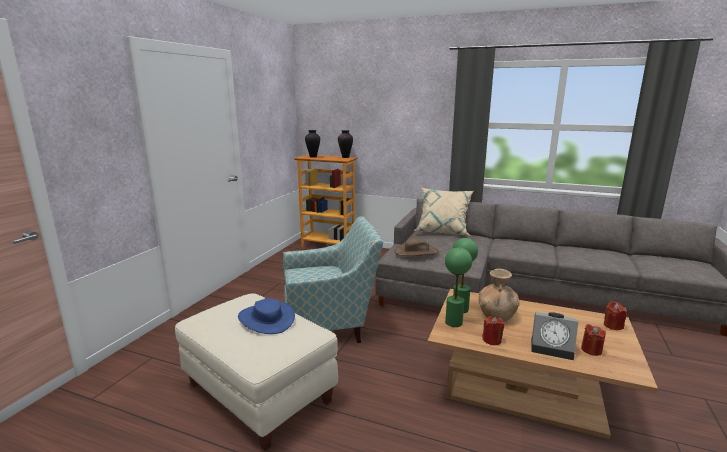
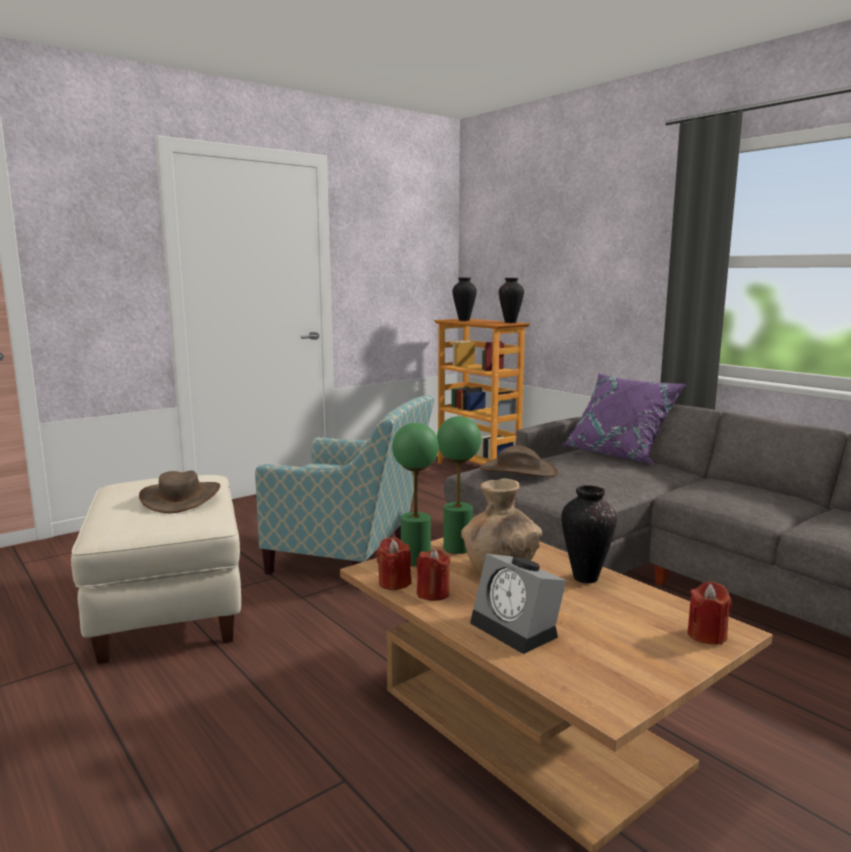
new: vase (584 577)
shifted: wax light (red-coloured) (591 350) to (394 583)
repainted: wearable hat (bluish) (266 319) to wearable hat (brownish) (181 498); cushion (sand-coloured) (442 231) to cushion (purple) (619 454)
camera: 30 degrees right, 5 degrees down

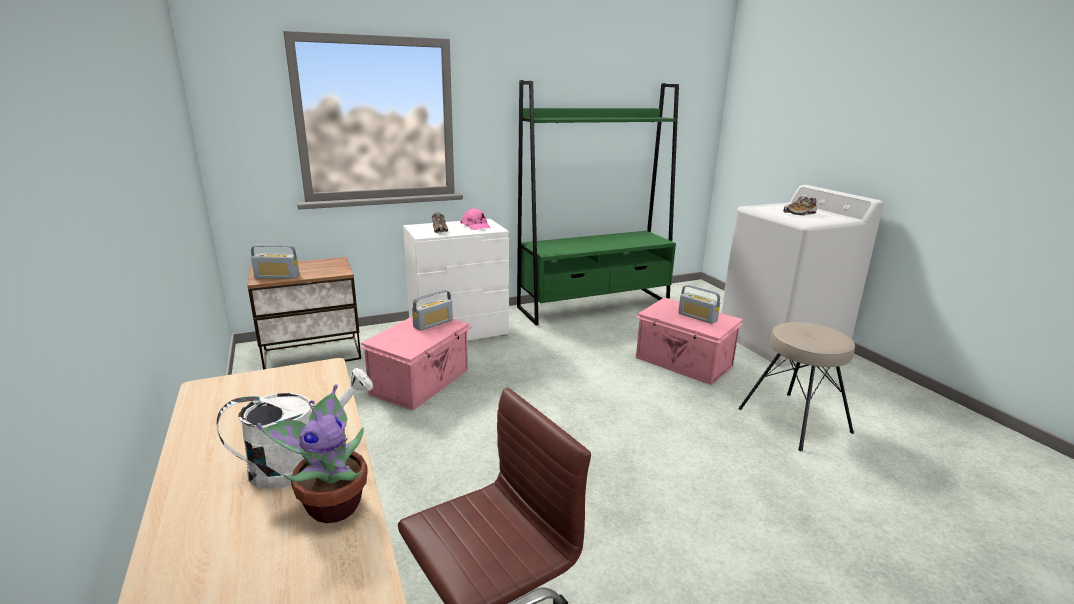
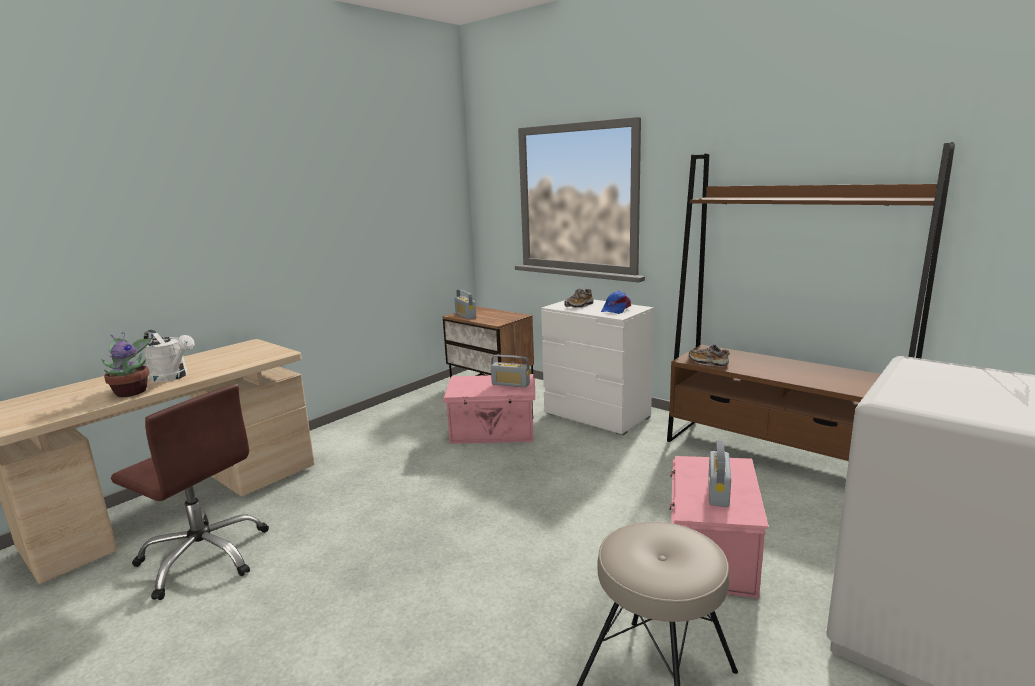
shifted: shoe (799 214) to (708 363)
repainted: cap (pink-coloured) (475 226) to cap (bluish) (615 309); bookshelf (green) (594 306) to bookshelf (brownish) (777 456)
camera: 65 degrees right, 5 degrees down

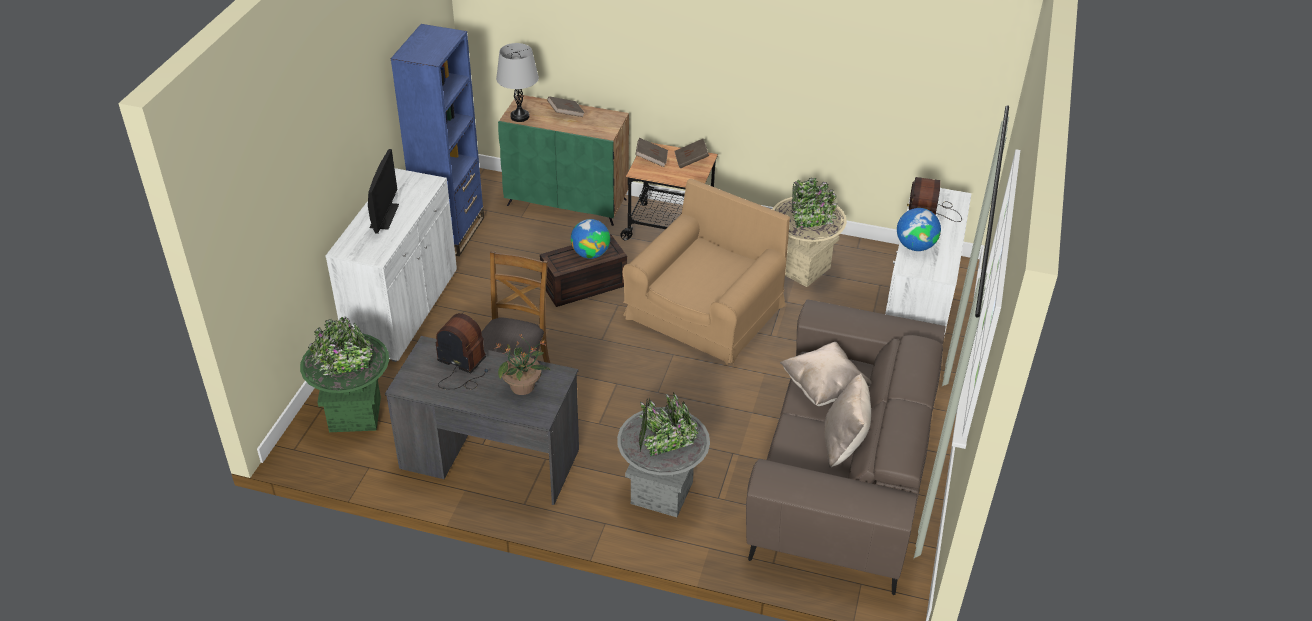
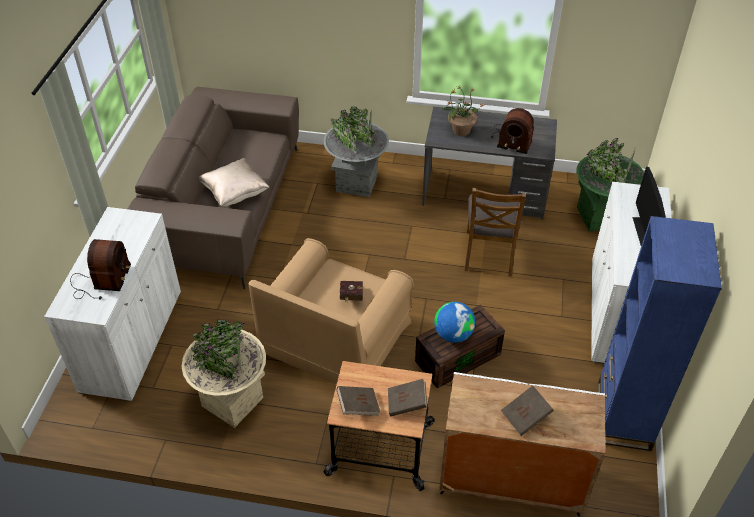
gone: lamp for a table (greyish) (519 116); cushion (sand-coloured) (843 443); globe (915 246)
new: volume (red-coloured) (351 298)
repainted: cabinet (green) (567 202) to cabinet (white-coloured) (510 480)
camera: 175 degrees right, 5 degrees up

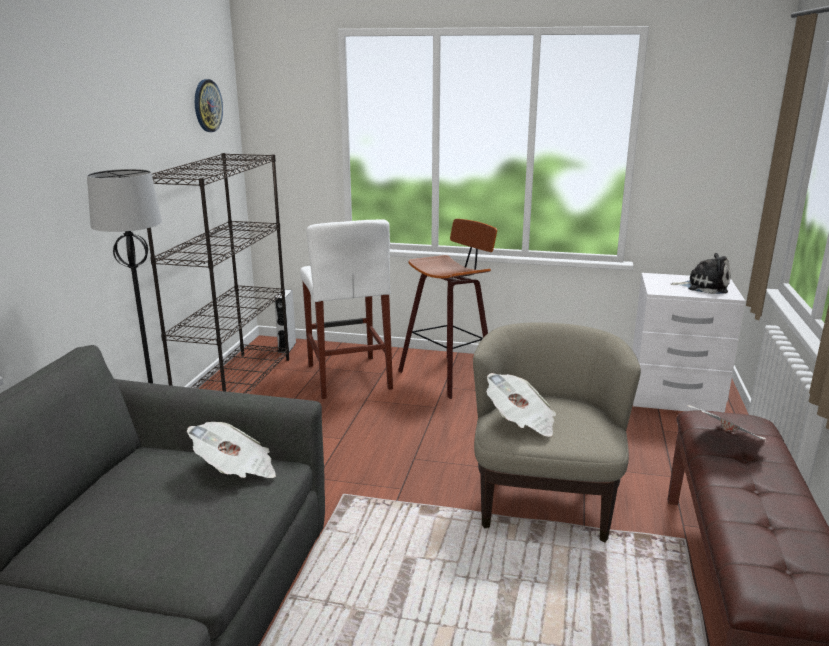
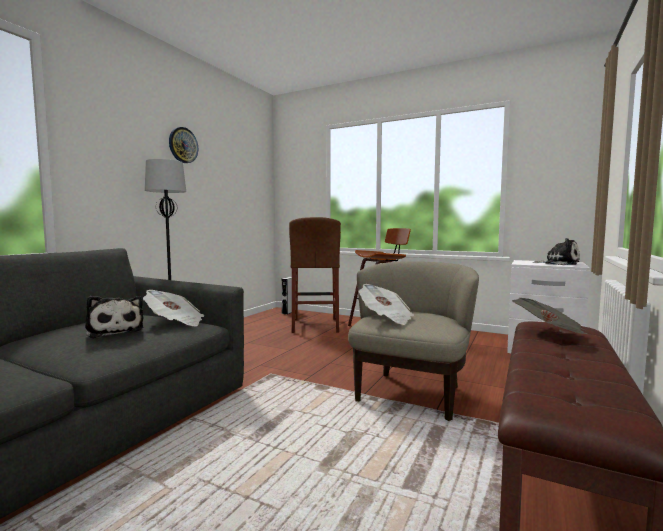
gone: bookshelf (blackish) (235 385)
new: plush toy (115 331)
shifted: clock on the wall (207 105) to (183 145)
repainted: stool (white-coloured) (348 376) to stool (brownish) (315 325)
camera: 15 degrees right, 15 degrees down

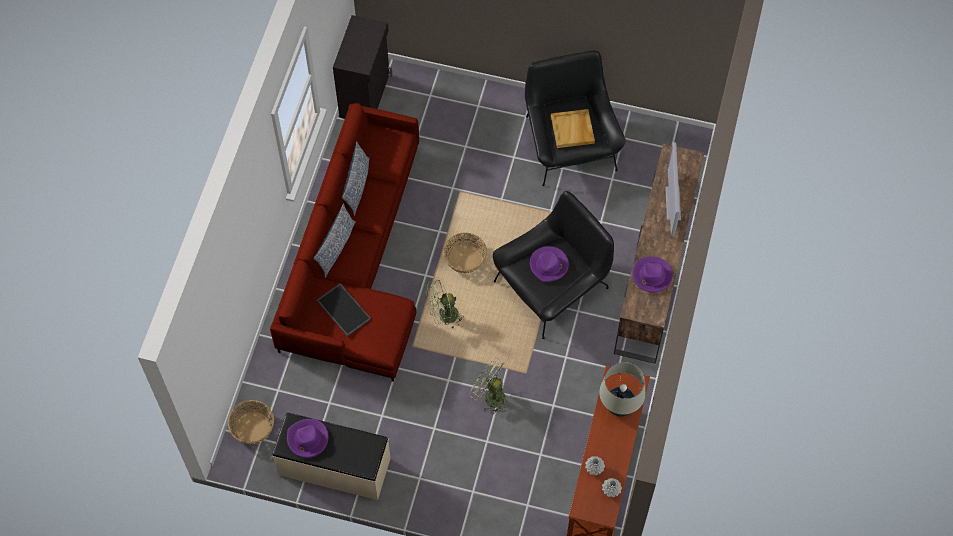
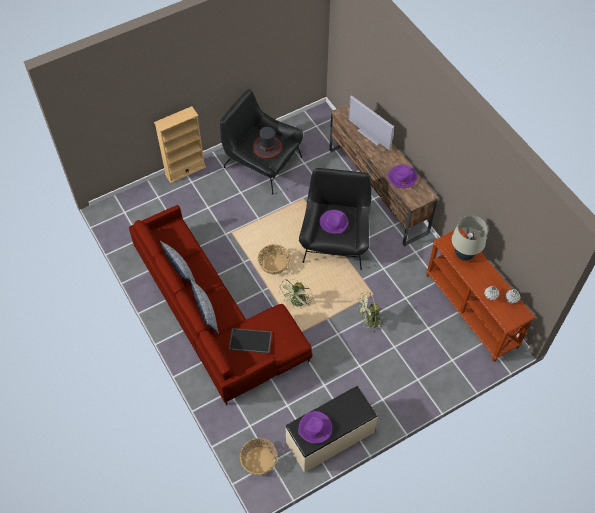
gone: cabinet (blackish) (366 95)
new: bookshelf (sand-coloured) (185 170)
swapped: tray (sand-coloured) (573 130) to wearable hat (267 147)
camera: 45 degrees left, 5 degrees down

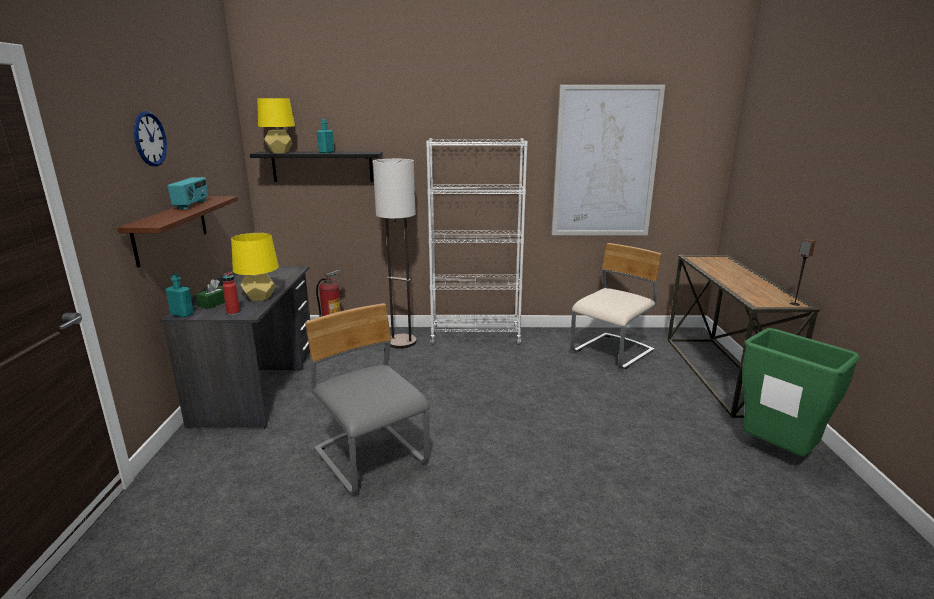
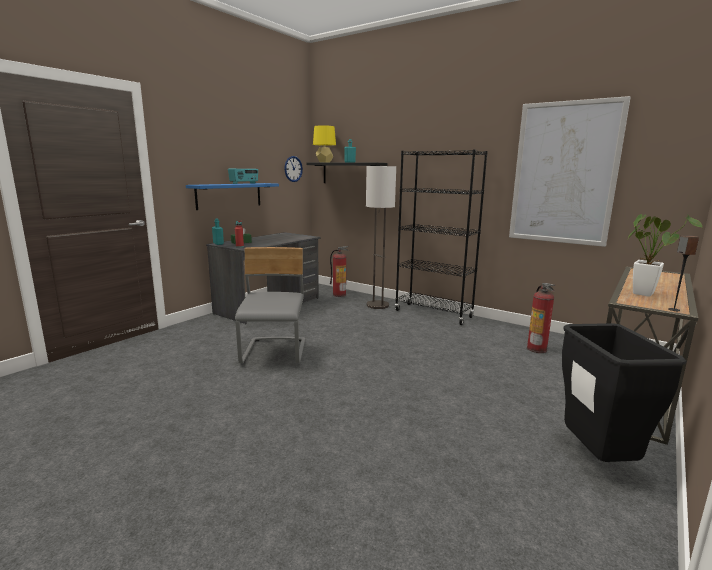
gone: lamp for a table (yellowish) (260 298)
new: potted plant (644 293)
shifted: clock on the wall (150 139) to (293 169)
swapped: upright chair (sand-coloured) (613 352) to fire extinguisher (537 349)
repainted: shelf (brownish) (171 229) to shelf (bluish) (229 195); bookshelf (white-coloured) (475 337) to bookshelf (blackish) (433 314); trash can (green) (775 452) to trash can (blackish) (596 458)
camera: 35 degrees right, 5 degrees down

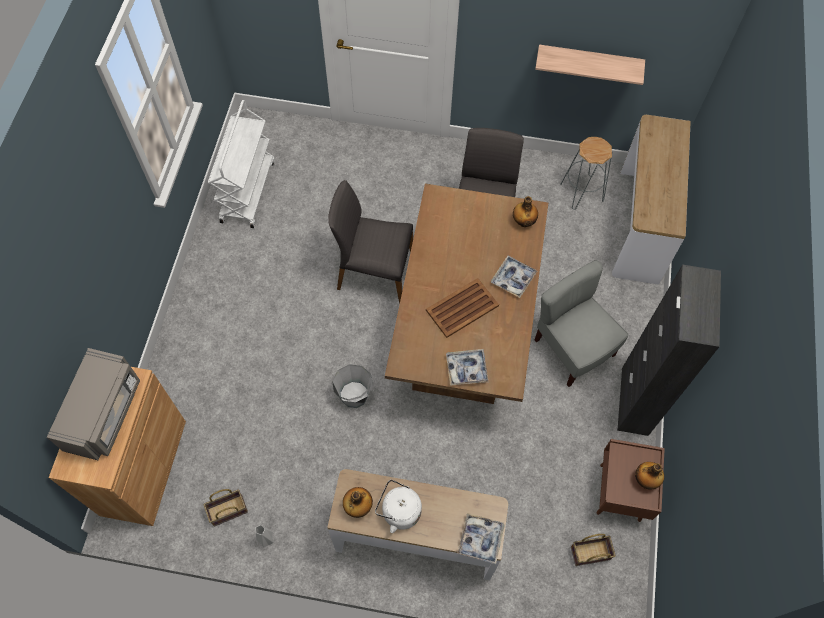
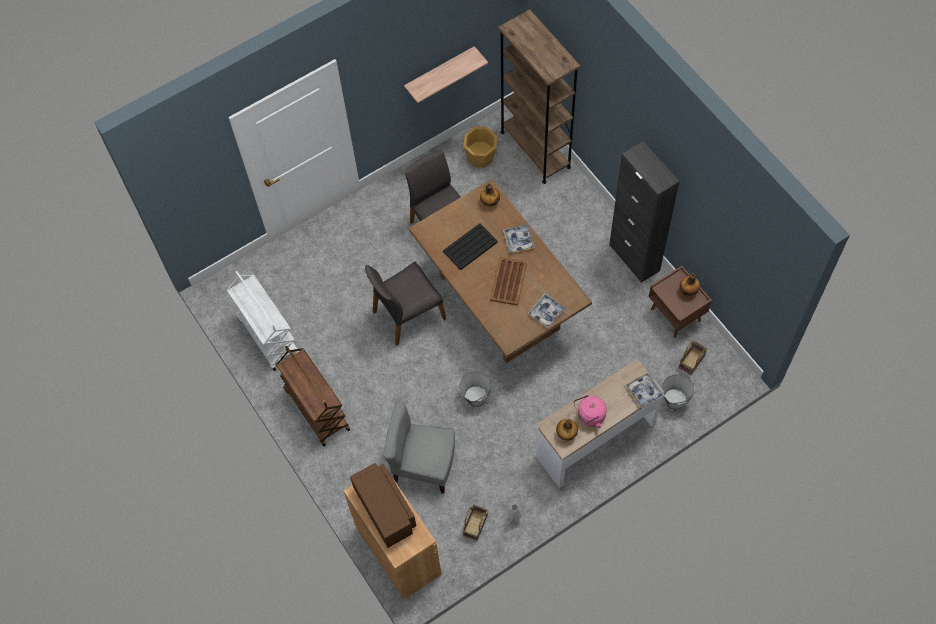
new: wheeled cart (brownish) (316 409); tray (blackish) (469 247); pail (greyish) (675 400)
shifted: upright chair (greyish) (572 348) to (423 465)
swapped: stool (greyish) (581 192) to pail (orange) (480 157); console table (639 225) to bookshelf (brownish) (535 149)
repainted: kitchen microwave (greyish) (104 413) to kitchen microwave (brownish) (385 510); tea kettle (white-coloured) (398 511) to tea kettle (pink-coloured) (589 417)
camera: 40 degrees left, 0 degrees up

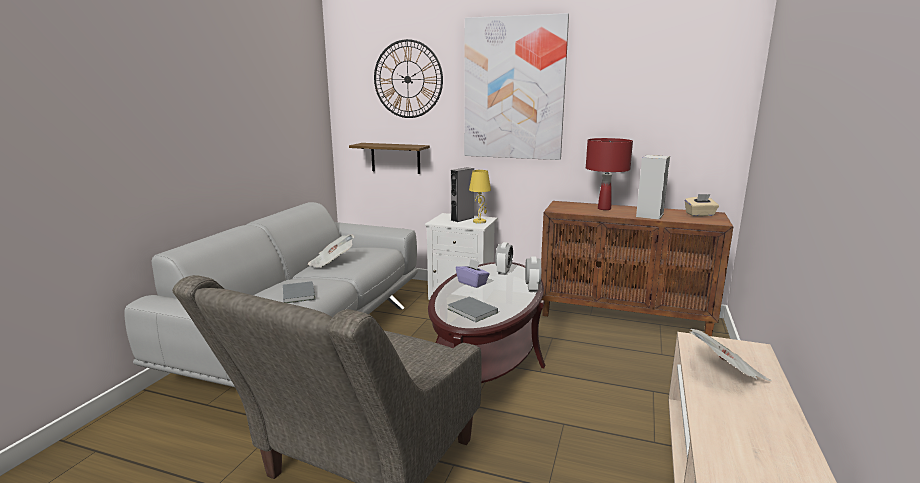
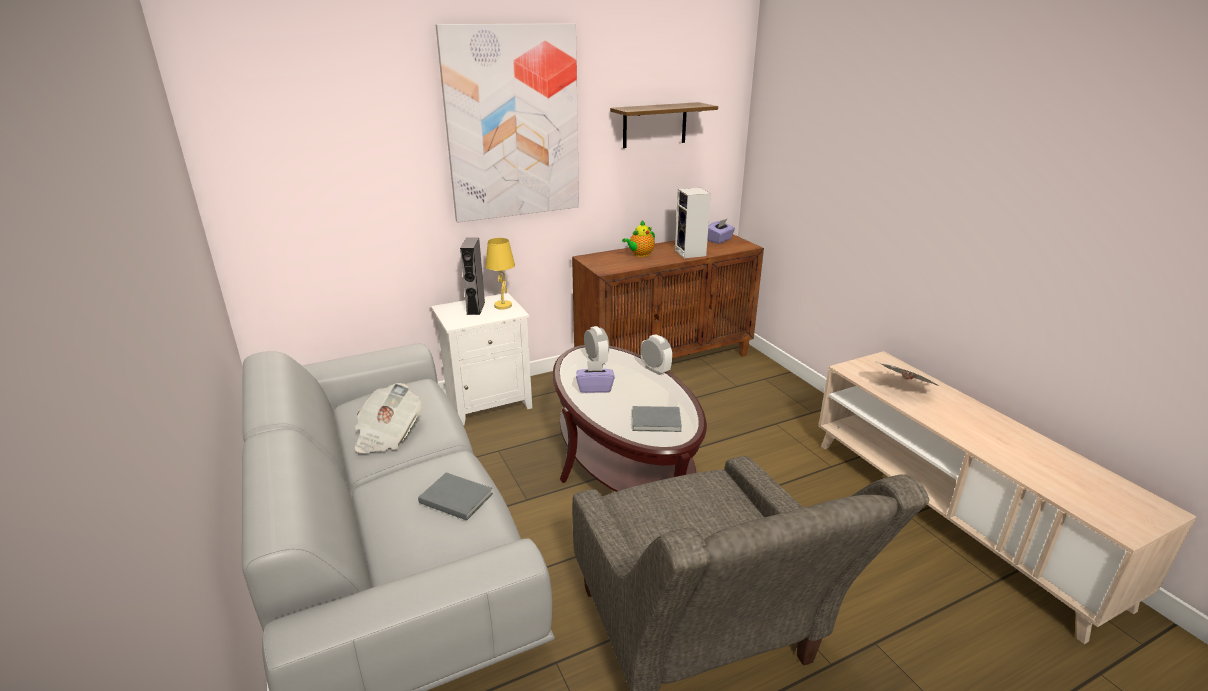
gone: clock on the wall (407 79)
shifted: shelf (395 158) to (654 125)
swapped: lamp for a table (red-coloured) (604 209) to tea pot (640 255)
repainted: tissue box (sand-coloured) (700 214) to tissue box (purple) (719 240)
camera: 45 degrees left, 10 degrees up

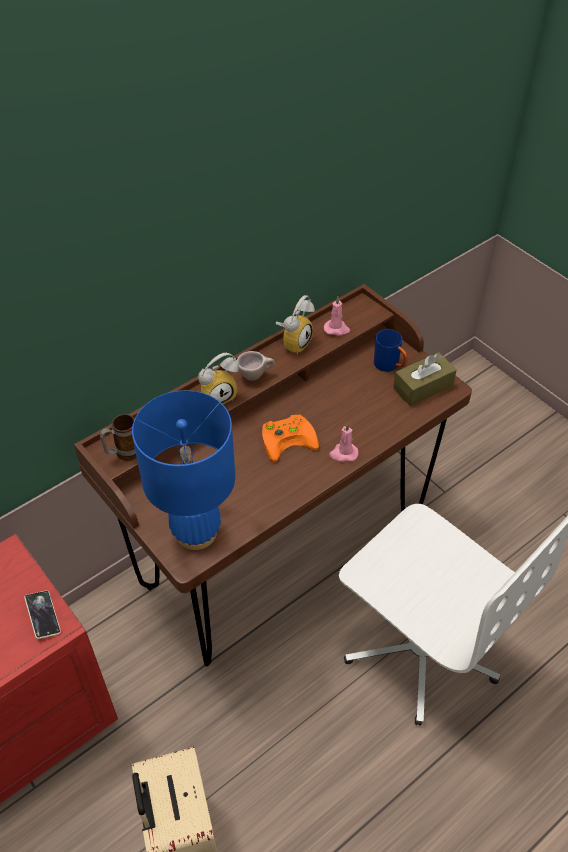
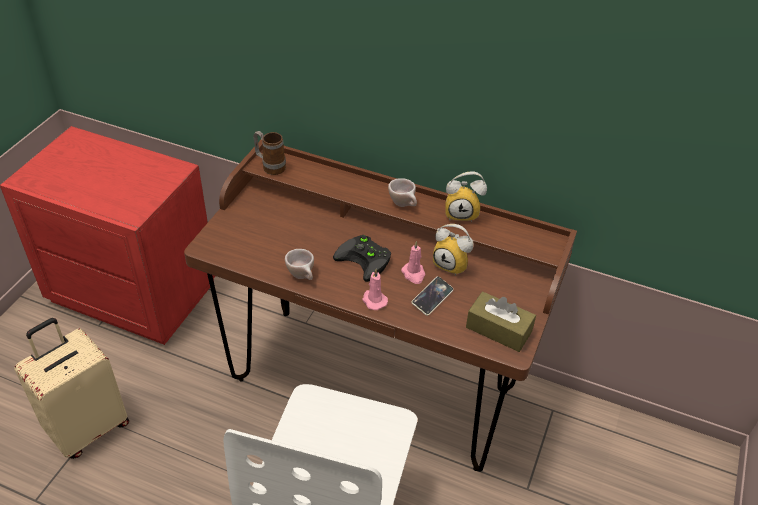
gone: lamp for a table (bluish) (196 532); mug (bluish) (390 366)
new: drinking cup (sand-coloured) (303 276)
shifted: handset (43 616) to (432 298); table clock (218 395) to (453 264); wax light (pink-coloured) (337 329) to (414 274)
repainted: joypad (orange) (289 438) to joypad (blackish) (366 260)
camera: 60 degrees right, 5 degrees down

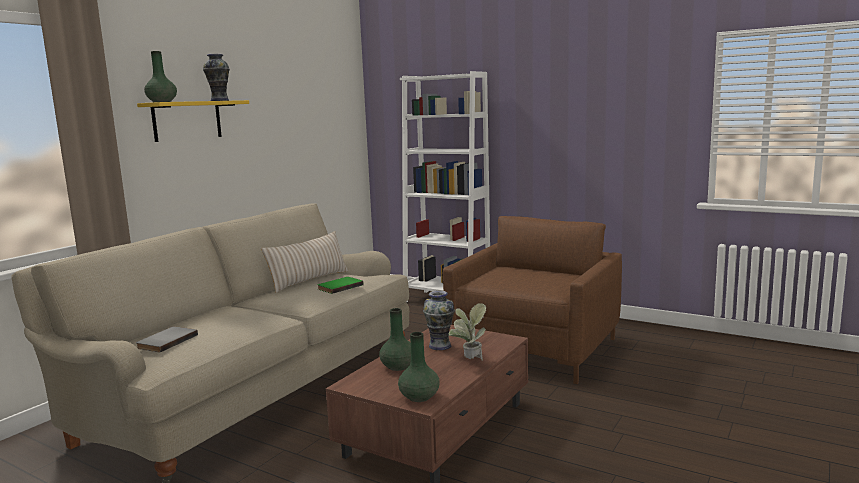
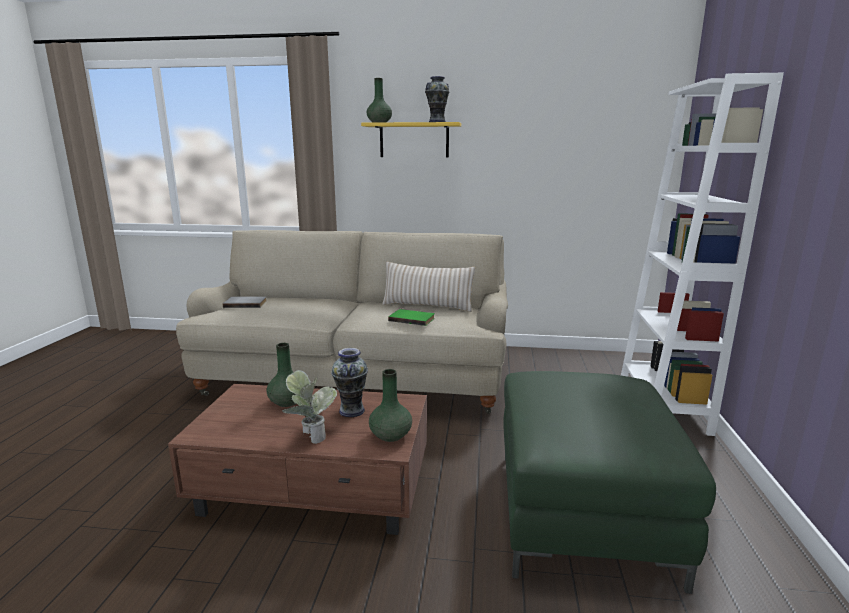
shifted: vase (green) (419 396) to (391 435)
swapped: lounge chair (brownish) (535 349) to ottoman (green) (582 513)
camera: 65 degrees right, 5 degrees up

